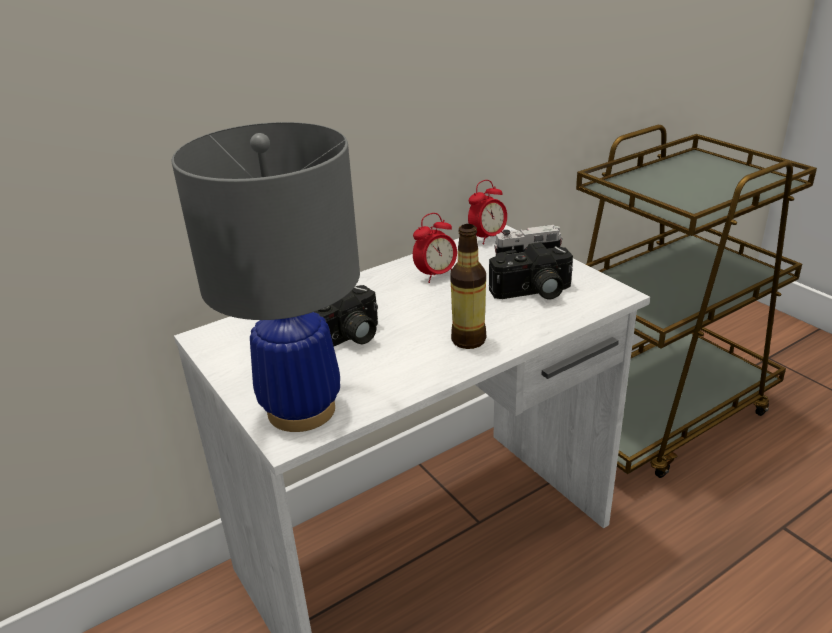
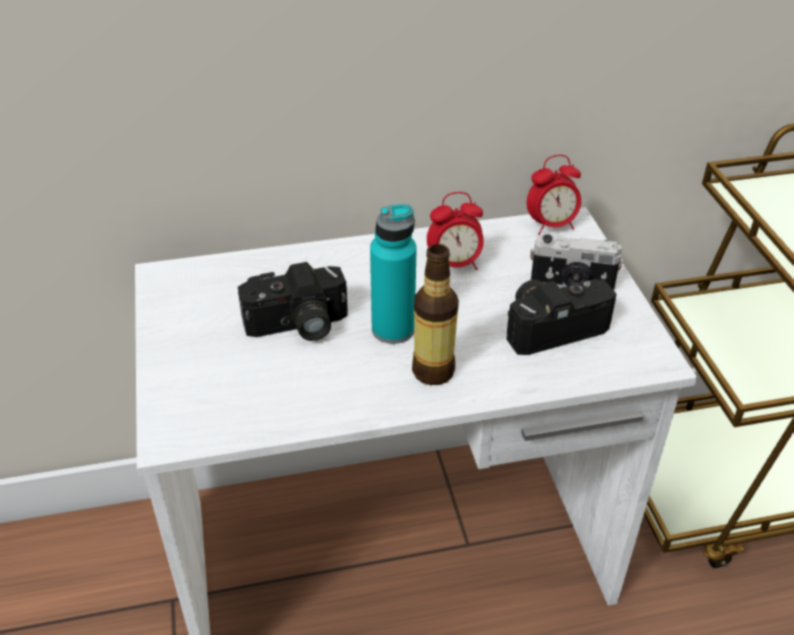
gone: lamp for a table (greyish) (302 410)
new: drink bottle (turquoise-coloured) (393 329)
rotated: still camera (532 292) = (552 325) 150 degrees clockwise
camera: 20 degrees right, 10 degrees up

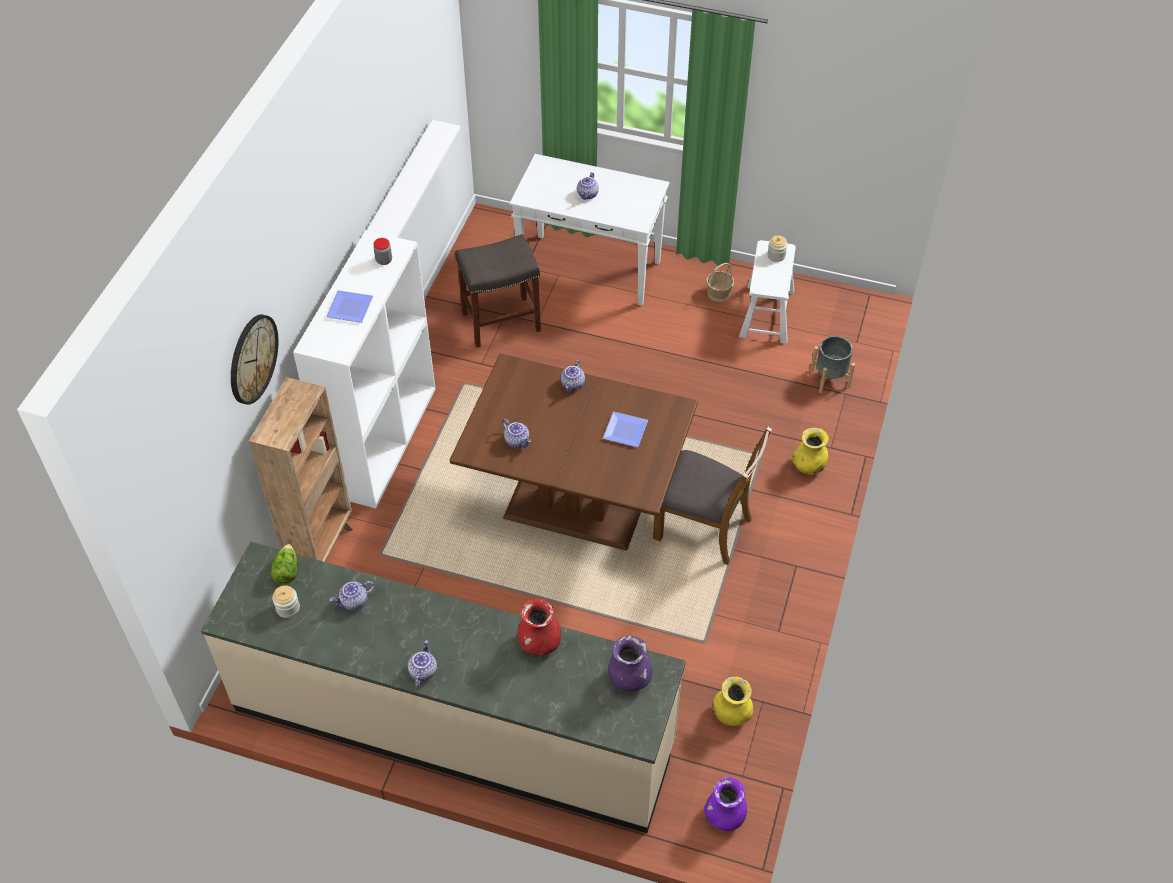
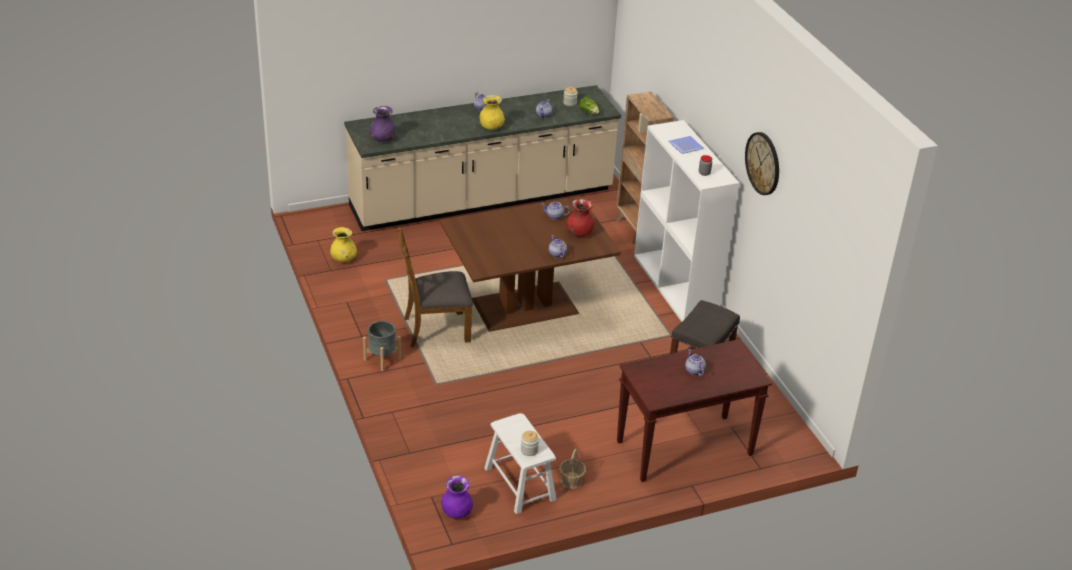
gone: shelf (white-coloured) (400 189); dinner plate (626 432)
shifted: clock on the wall (252 359) to (763 163); vase (red-coloured) (539 643) to (579 233); vase (purple) (725 816) to (456 512); vase (yellowish) (808 466) to (491 127); plant pot (greyish) (830 378) to (382 359)
repainted: console table (white-coloured) (591 270) to console table (brownish) (683 449)
camera: 140 degrees right, 15 degrees down

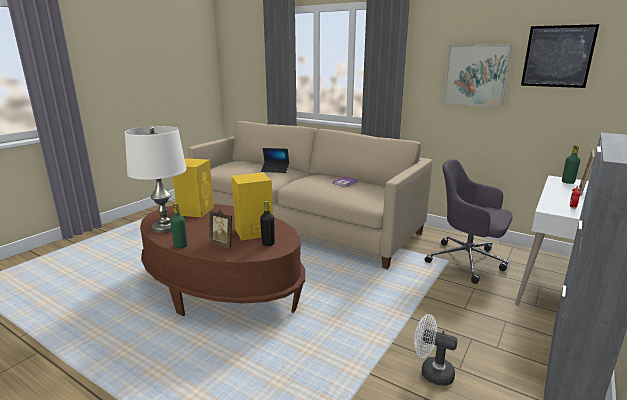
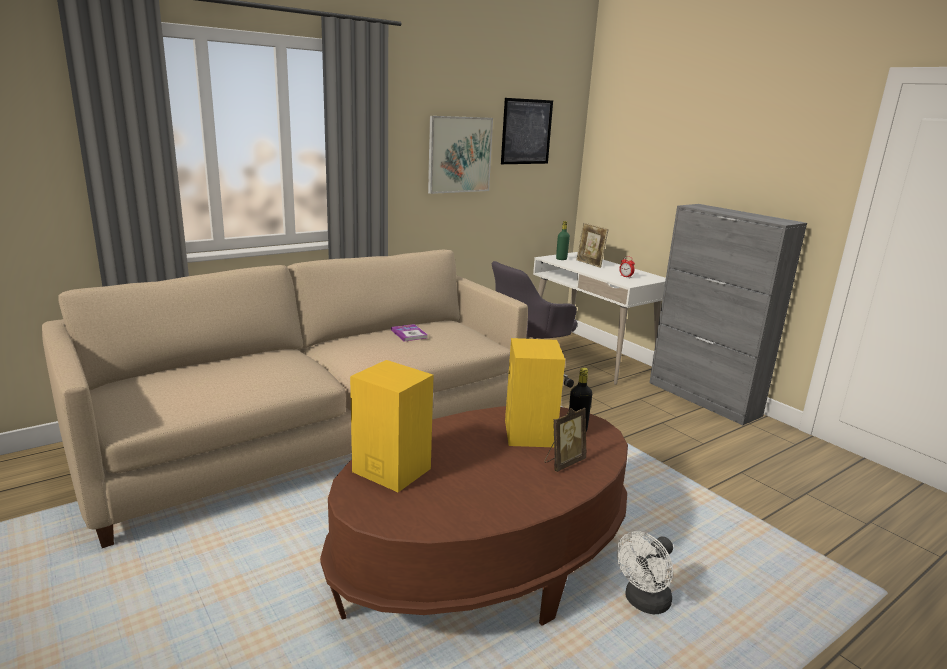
gone: lamp for a table (white-coloured) (165 227); drink bottle (green) (180 246); portable computer (275 170)
shifted: cooling fan (white-coloured) (431 372) to (643 603)
camera: 70 degrees left, 0 degrees up

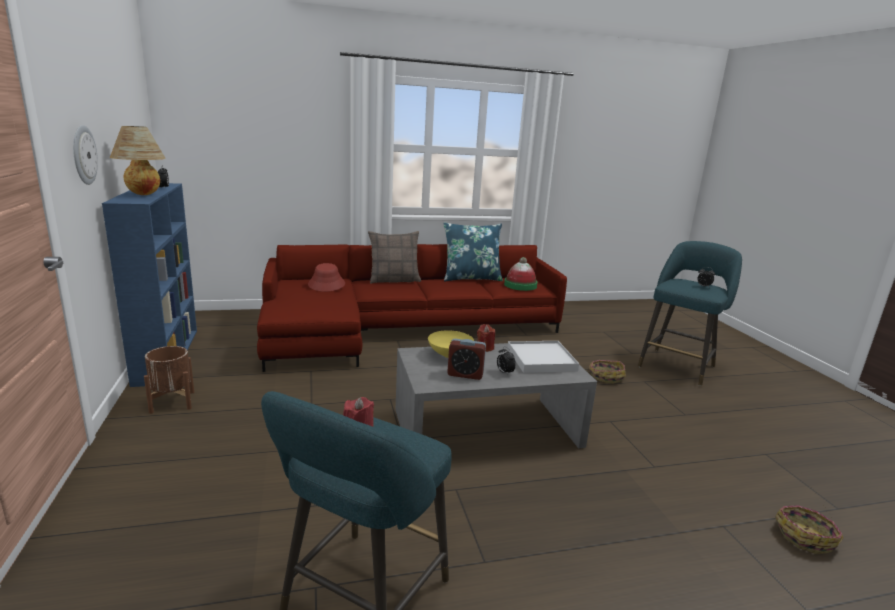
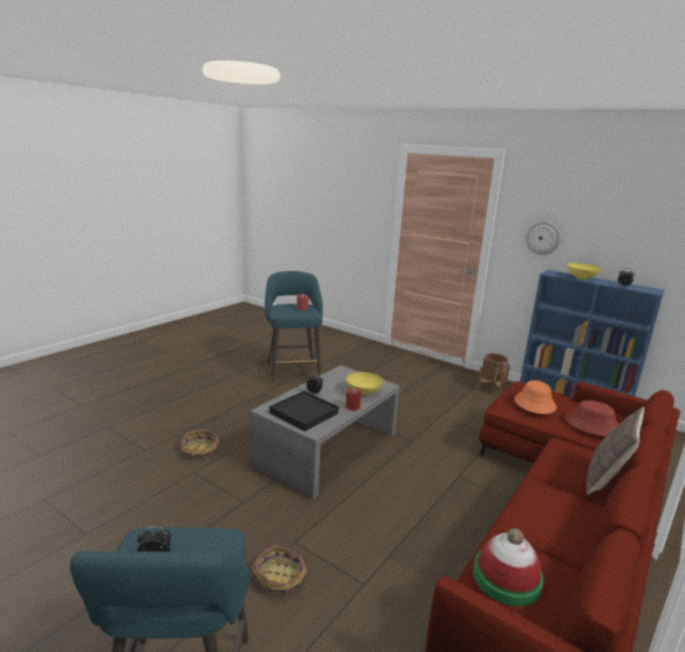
gone: cushion (bluish) (471 278); table clock (465 374)
new: wearable hat (orange) (534 404)
shifted: storage basket (805 536) to (199 451)
swapped: lamp for a table (142 195) to bowl (yellowish) (581 278)
repainted: tray (white-coloured) (541 359) to tray (blackish) (304 413)
camera: 140 degrees right, 0 degrees up

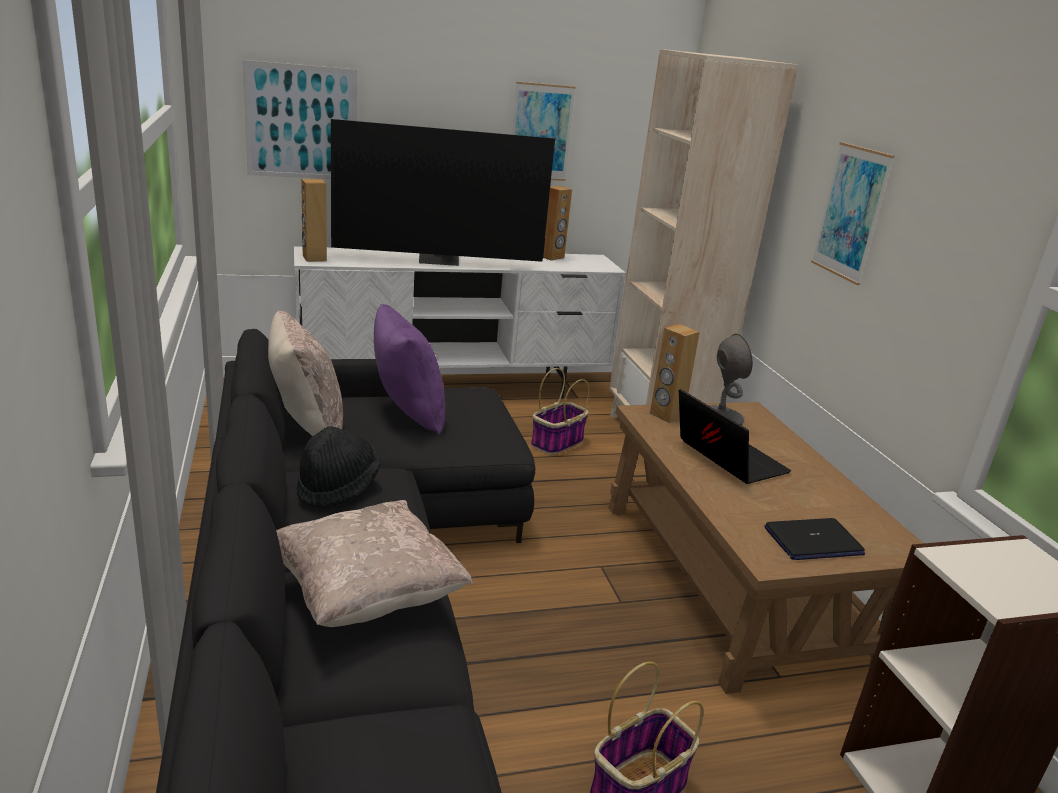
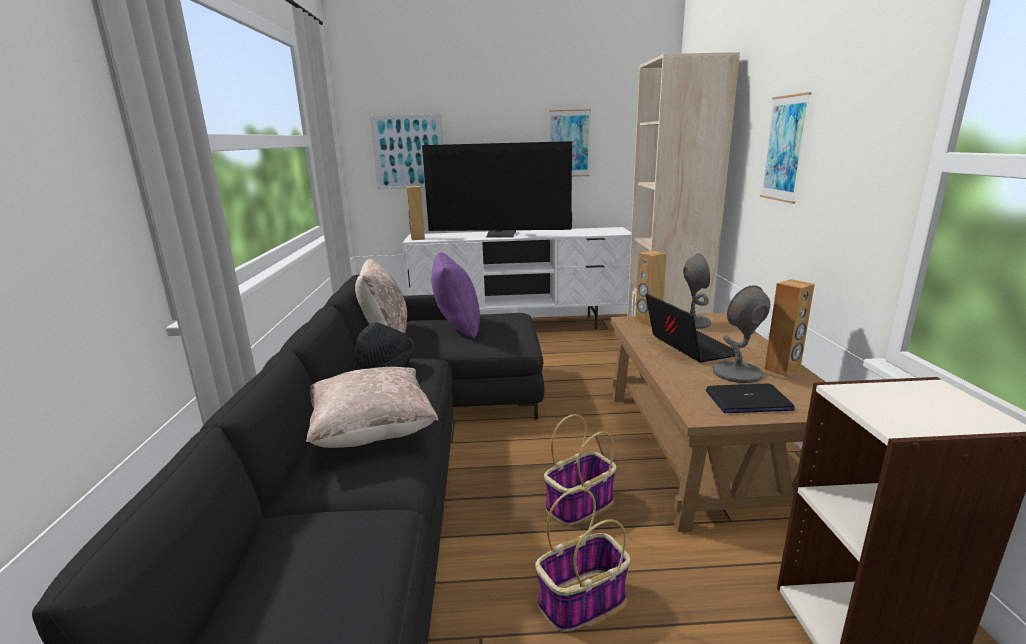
new: lamp for a table (greyish) (737 373)
shifted: storage basket (557 443) to (579 505); audio speaker (brownish) (551 257) to (782 370)
camera: 15 degrees right, 5 degrees down

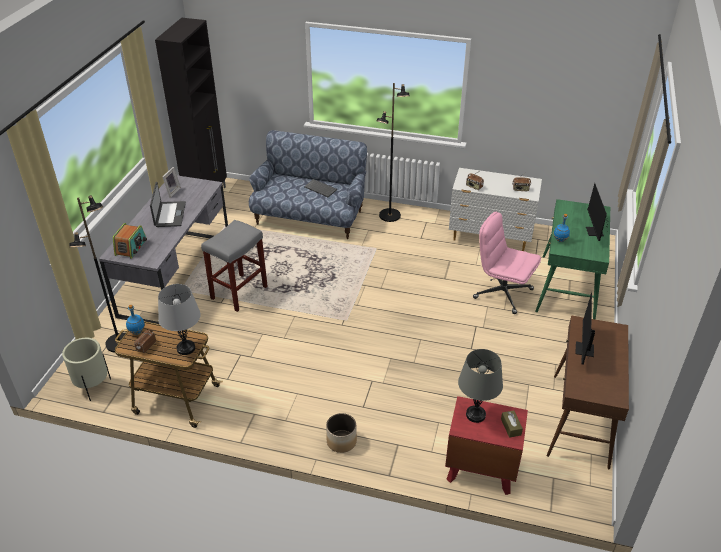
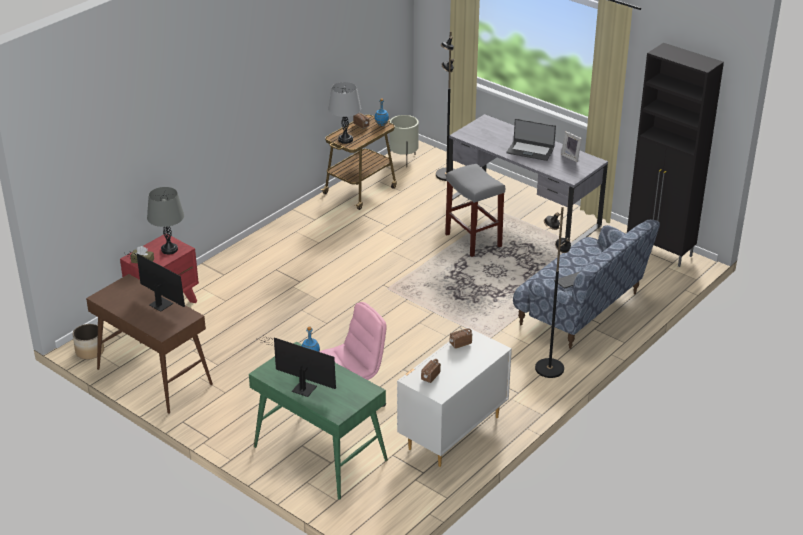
gone: radio receiver (131 247)
shifted: plant pot (341 441) to (90 351)
camera: 115 degrees right, 5 degrees down

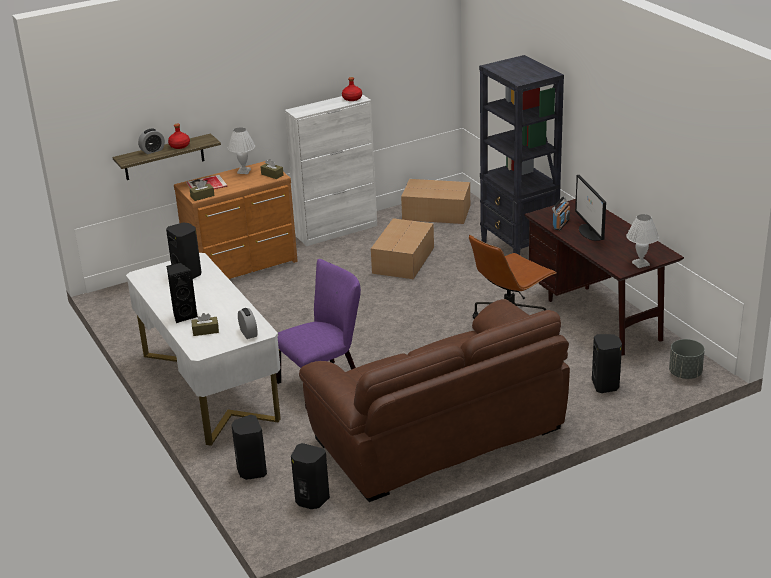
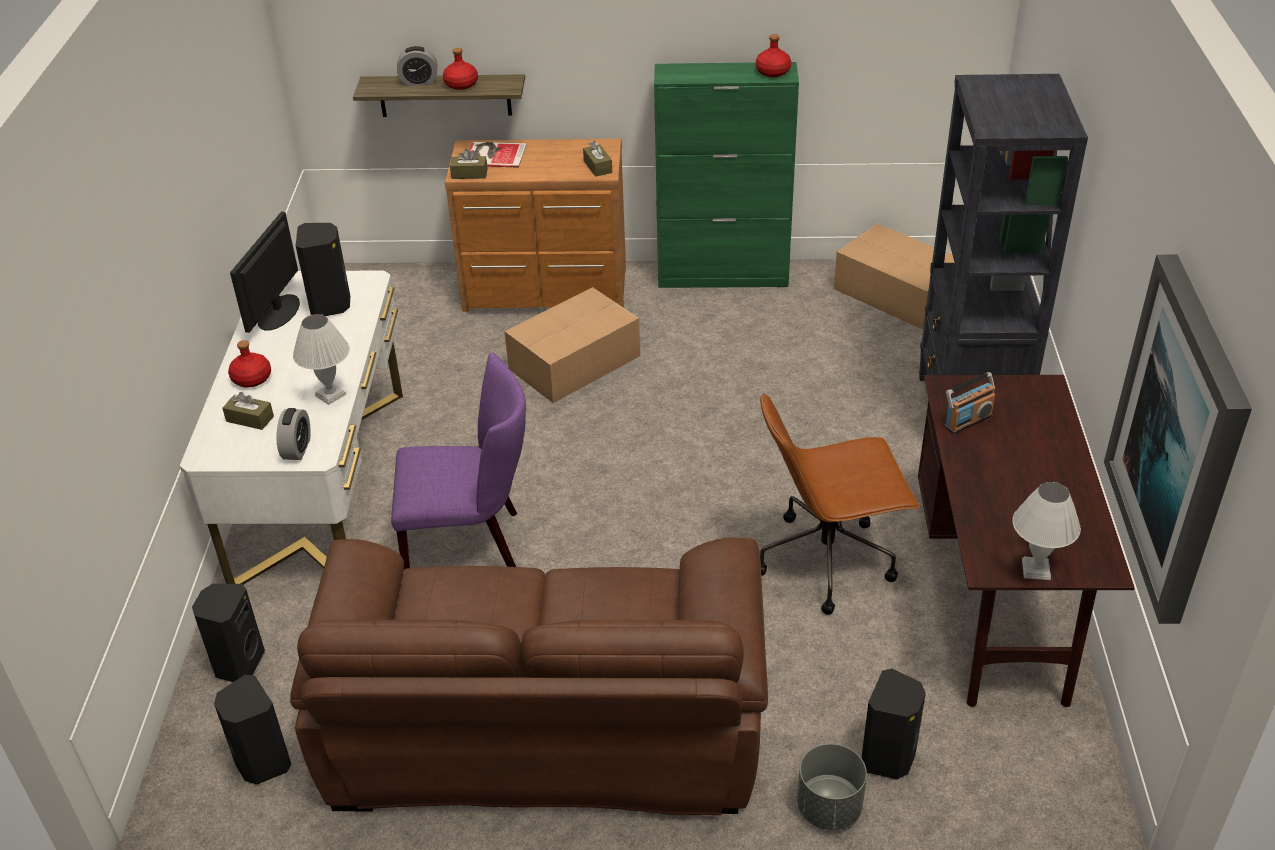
new: picture (1178 438)
shifted: lamp for a table (white-coloured) (244 171) to (331 395); carton (402 260) to (572 362); computer screen (591 232) to (278 313); plant pot (greyish) (685 374) to (828 808)
swapped: audio speaker (blackish) (184 315) to drink bottle (red-coloured) (252 378)
repainted: cabinet (white-coloured) (337 231) to cabinet (green) (723 276)
camera: 30 degrees right, 10 degrees up

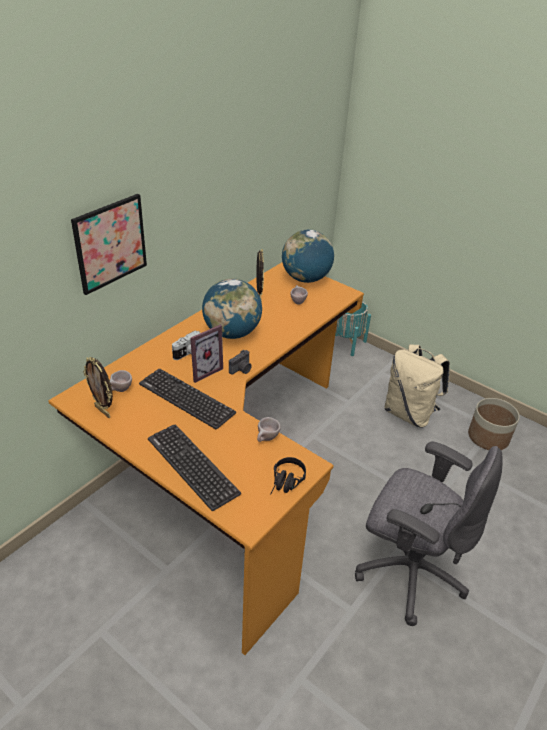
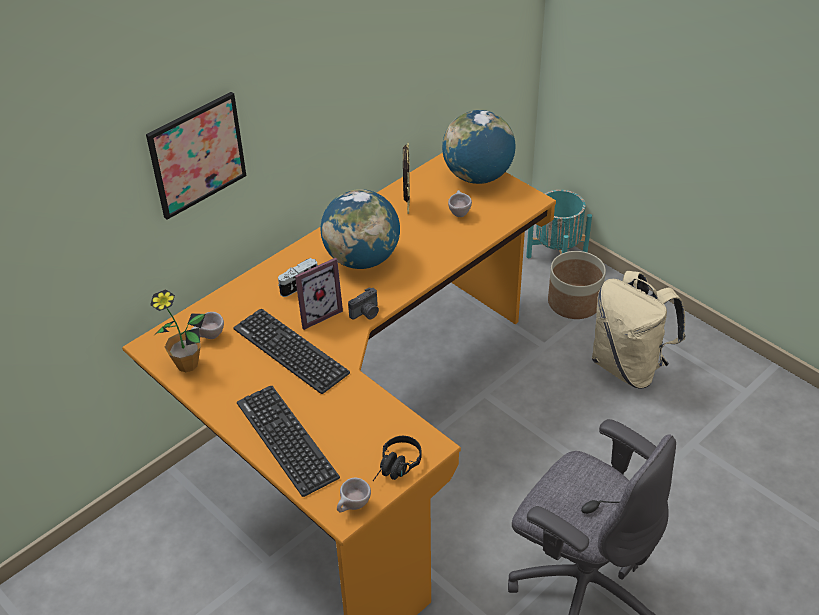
shifted: drinking cup (sand-coloured) (266 439) to (353 507); plant pot (488 437) to (574 302)
swapped: photo frame (103 411) to potted plant (187 364)
camera: 10 degrees right, 5 degrees up

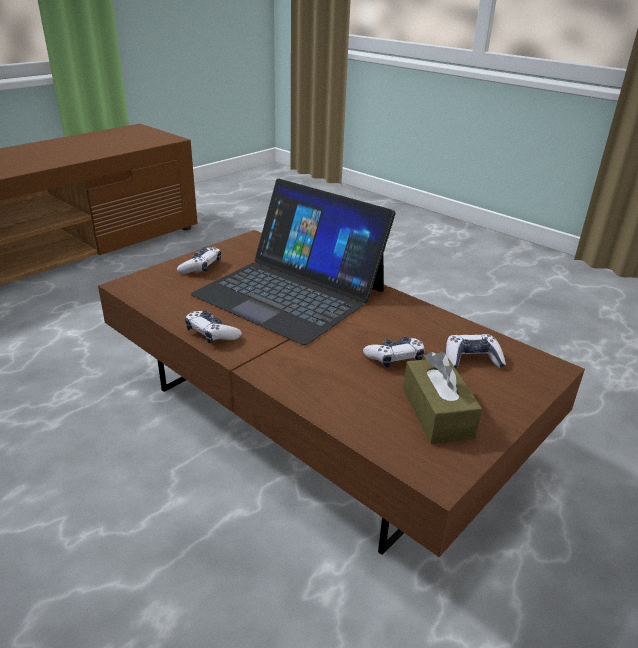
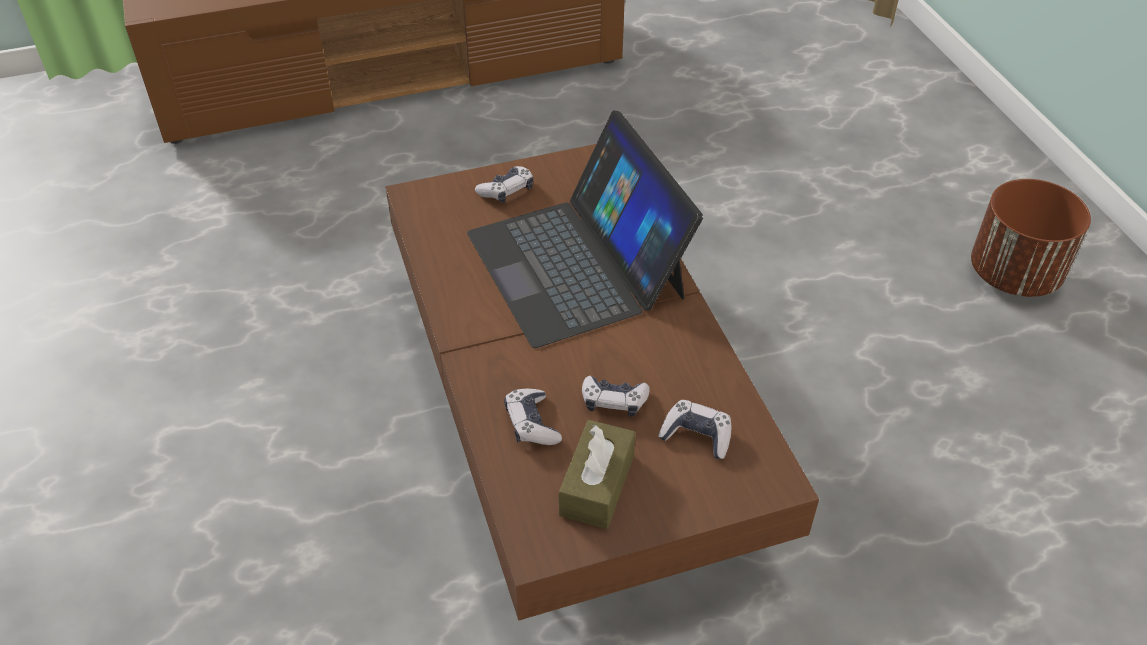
new: plant pot (brownish) (1014 275)
shifted: joypad (212 334) to (531 424)
camera: 30 degrees right, 15 degrees up

